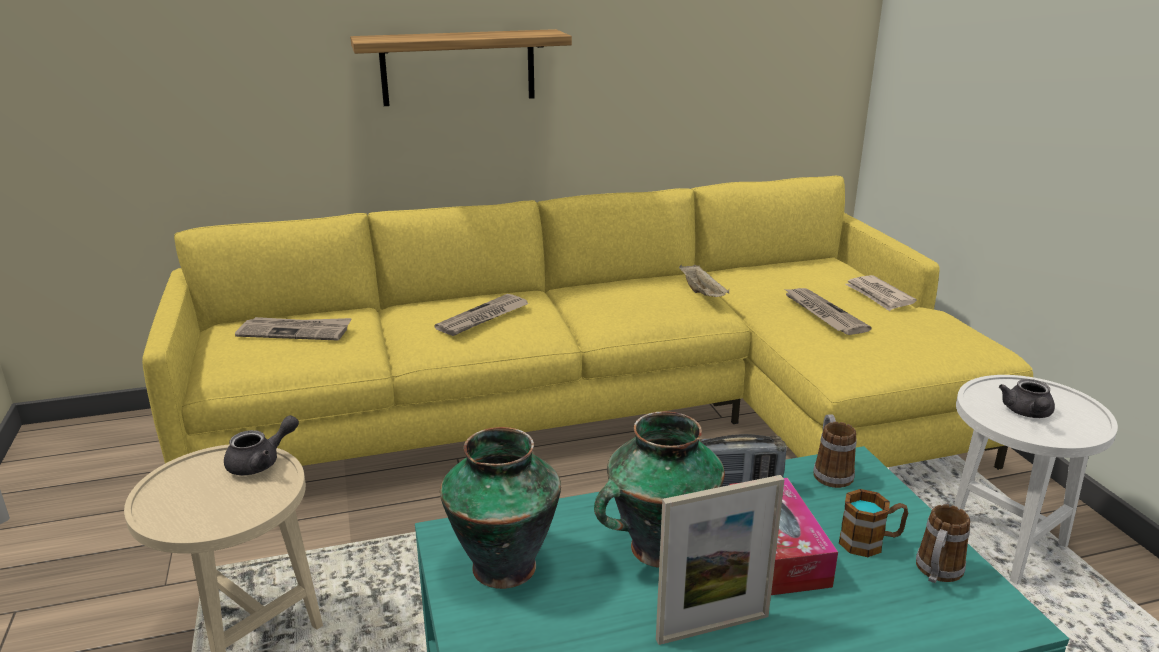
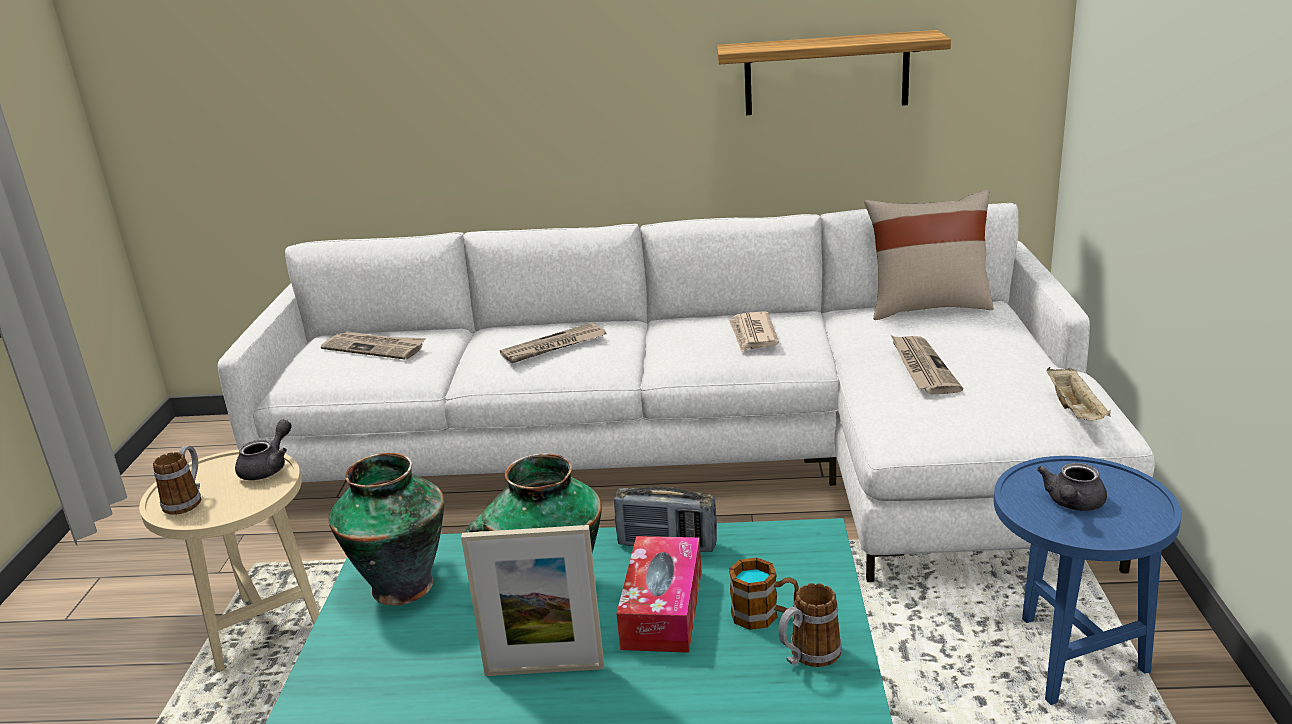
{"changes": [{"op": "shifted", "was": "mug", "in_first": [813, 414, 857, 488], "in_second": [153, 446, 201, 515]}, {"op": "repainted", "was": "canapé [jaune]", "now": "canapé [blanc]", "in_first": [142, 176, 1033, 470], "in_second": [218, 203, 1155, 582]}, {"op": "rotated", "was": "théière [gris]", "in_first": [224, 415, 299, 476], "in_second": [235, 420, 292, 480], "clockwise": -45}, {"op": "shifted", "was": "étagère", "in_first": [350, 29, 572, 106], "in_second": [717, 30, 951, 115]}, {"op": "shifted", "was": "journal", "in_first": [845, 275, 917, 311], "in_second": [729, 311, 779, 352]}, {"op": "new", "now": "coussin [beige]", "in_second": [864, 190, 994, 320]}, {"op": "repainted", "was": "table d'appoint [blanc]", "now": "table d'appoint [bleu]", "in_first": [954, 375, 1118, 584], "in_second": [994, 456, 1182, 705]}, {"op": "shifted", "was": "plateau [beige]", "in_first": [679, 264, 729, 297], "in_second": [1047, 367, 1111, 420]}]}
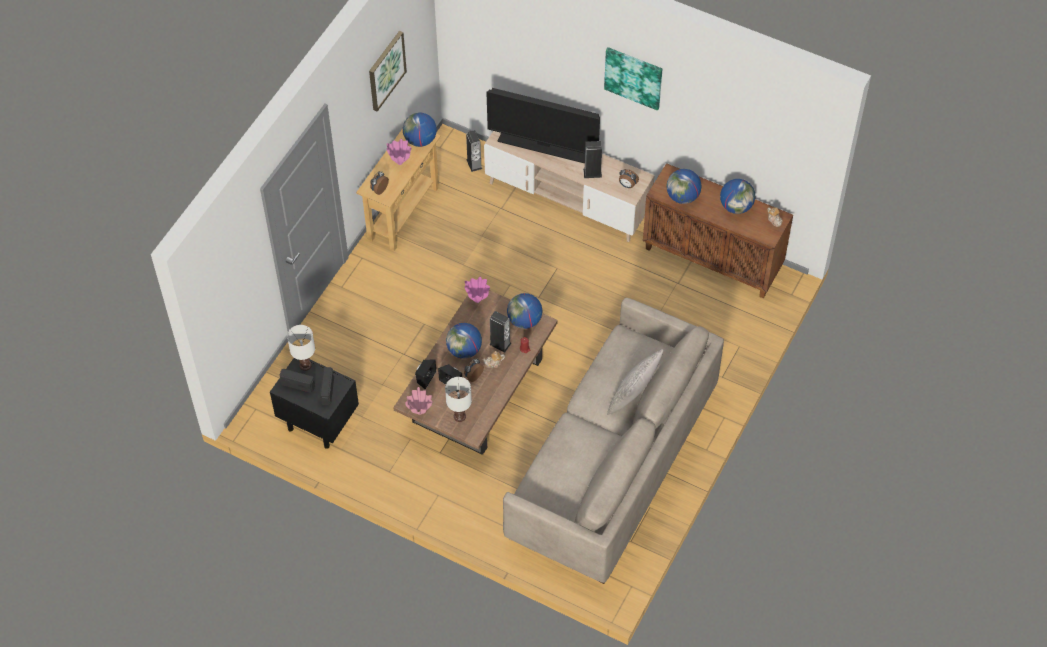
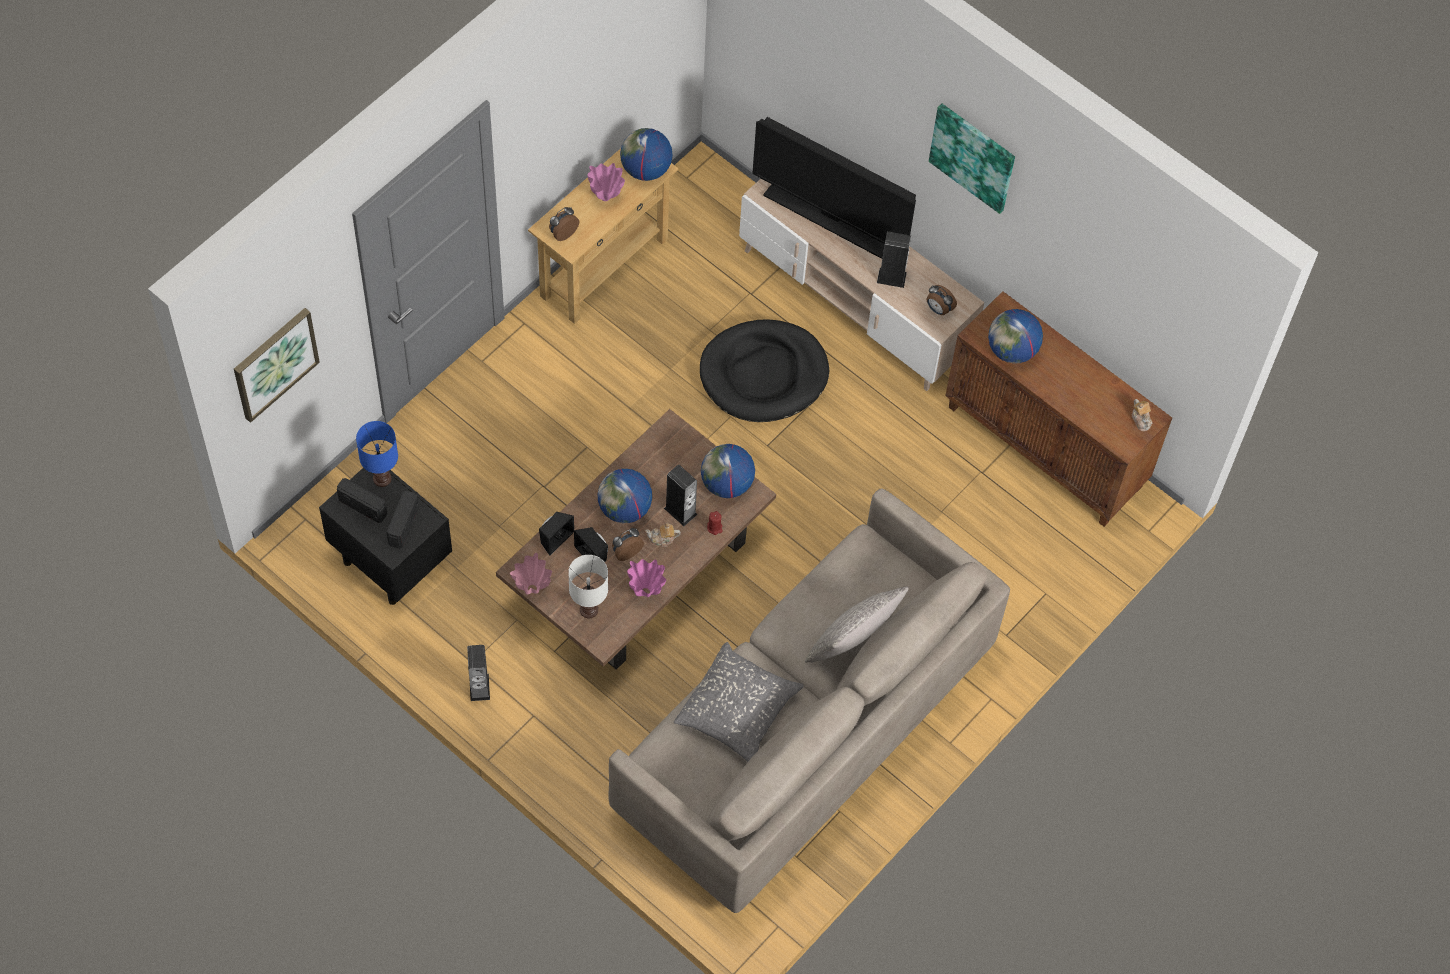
{"changes": [{"op": "shifted", "was": "tableau", "in_first": [369, 31, 407, 112], "in_second": [234, 308, 320, 423]}, {"op": "repainted", "was": "lampe de table [blanc]", "now": "lampe de table [bleu]", "in_first": [287, 325, 315, 371], "in_second": [356, 421, 398, 487]}, {"op": "shifted", "was": "enceinte", "in_first": [466, 130, 482, 172], "in_second": [467, 645, 490, 701]}, {"op": "shifted", "was": "vase [rose]", "in_first": [465, 277, 490, 303], "in_second": [627, 559, 666, 597]}, {"op": "new", "now": "coussin [gris]", "in_second": [674, 642, 804, 762]}, {"op": "new", "now": "panier pour chien [noir]", "in_second": [700, 319, 829, 422]}, {"op": "gone", "was": "globe", "in_first": [720, 179, 755, 214]}]}
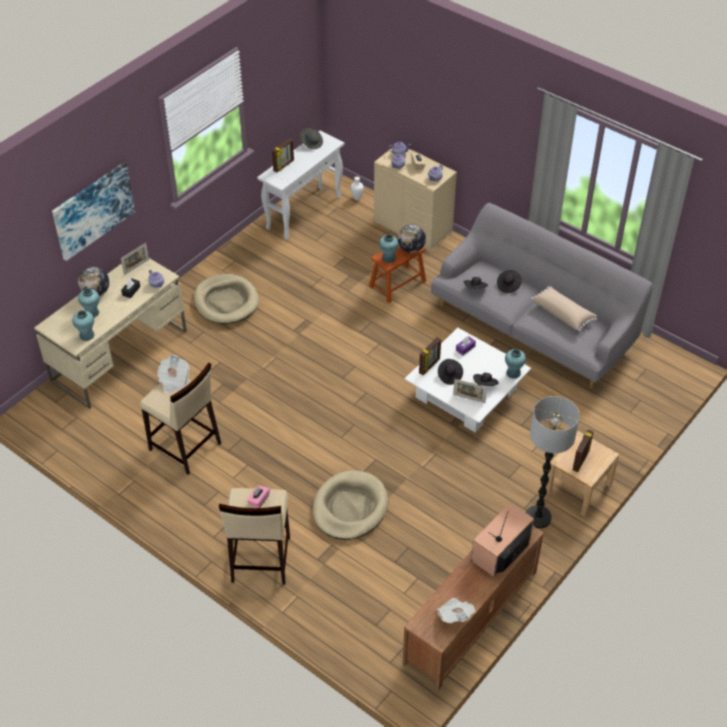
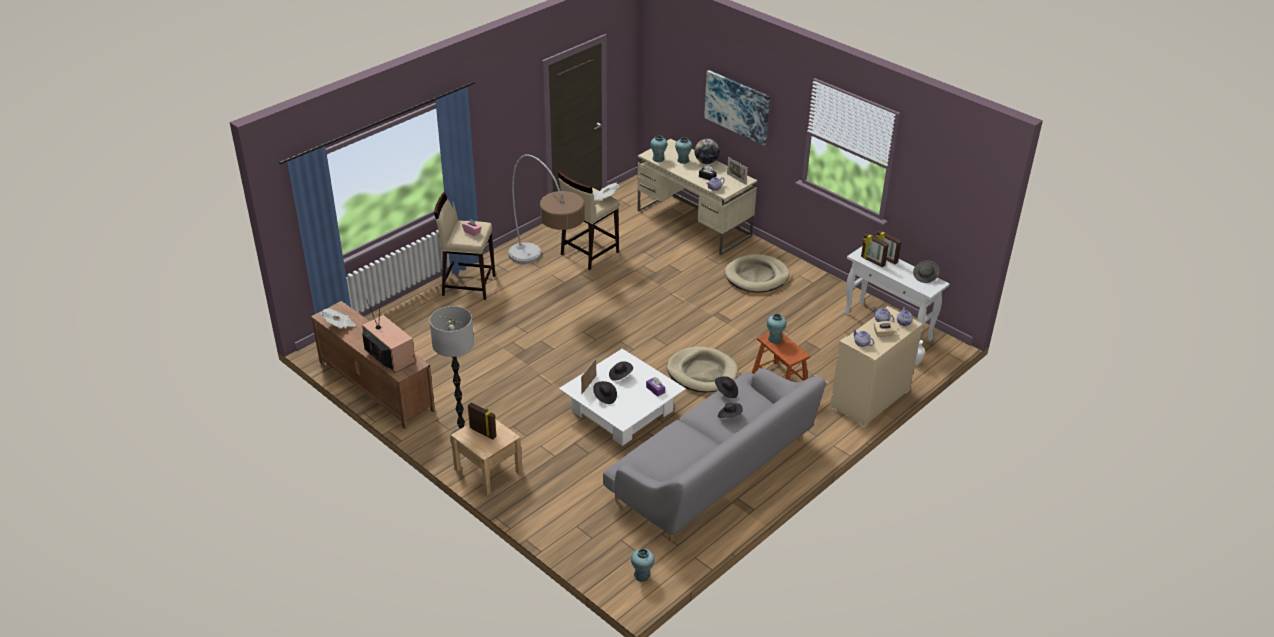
{"changes": [{"op": "new", "now": "lampadaire", "in_second": [508, 154, 585, 264]}, {"op": "shifted", "was": "vase [turquoise]", "in_first": [505, 349, 526, 379], "in_second": [631, 548, 655, 582]}, {"op": "shifted", "was": "panier pour chien [beige]", "in_first": [313, 471, 388, 540], "in_second": [667, 347, 738, 393]}, {"op": "shifted", "was": "cadre photo", "in_first": [419, 337, 441, 375], "in_second": [861, 233, 889, 267]}, {"op": "gone", "was": "globe", "in_first": [397, 224, 426, 253]}, {"op": "gone", "was": "coussin [beige]", "in_first": [531, 286, 597, 332]}]}
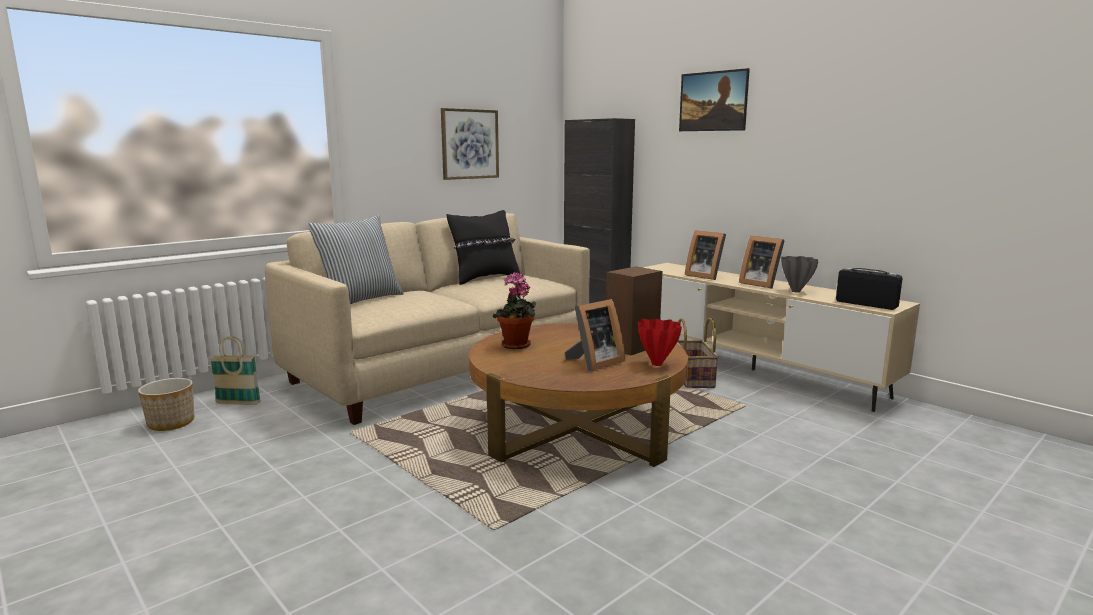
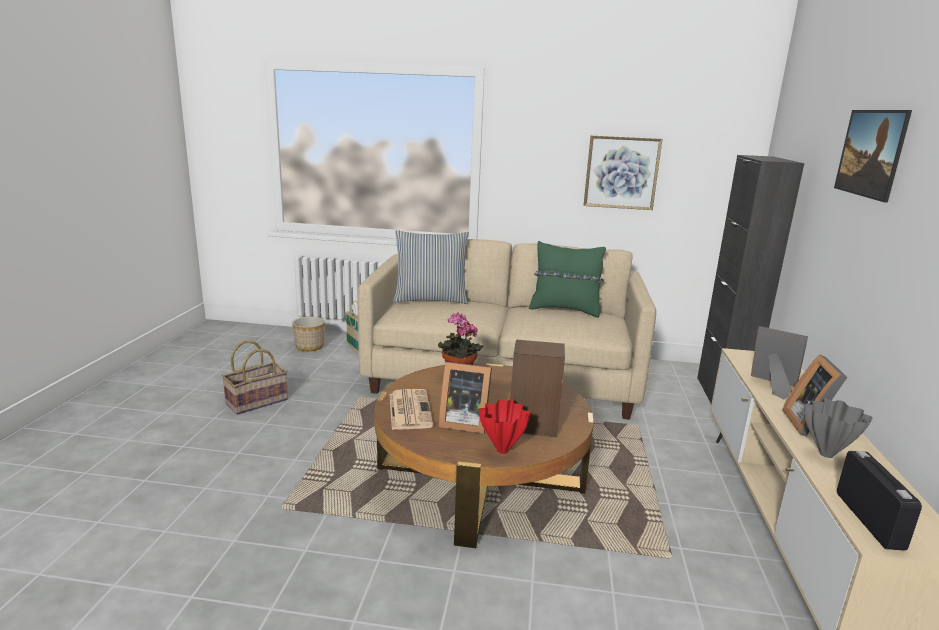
{"changes": [{"op": "shifted", "was": "panier", "in_first": [677, 318, 719, 388], "in_second": [222, 340, 288, 415]}, {"op": "new", "now": "journal", "in_second": [389, 389, 433, 430]}, {"op": "repainted", "was": "coussin [noir]", "now": "coussin [vert]", "in_first": [446, 210, 520, 285], "in_second": [529, 241, 606, 317]}, {"op": "rotated", "was": "cadre photo", "in_first": [685, 231, 726, 280], "in_second": [751, 326, 808, 400], "clockwise": 120}]}
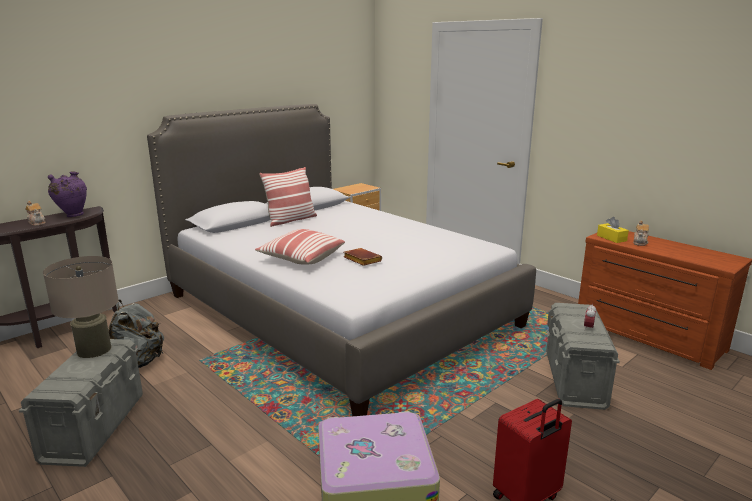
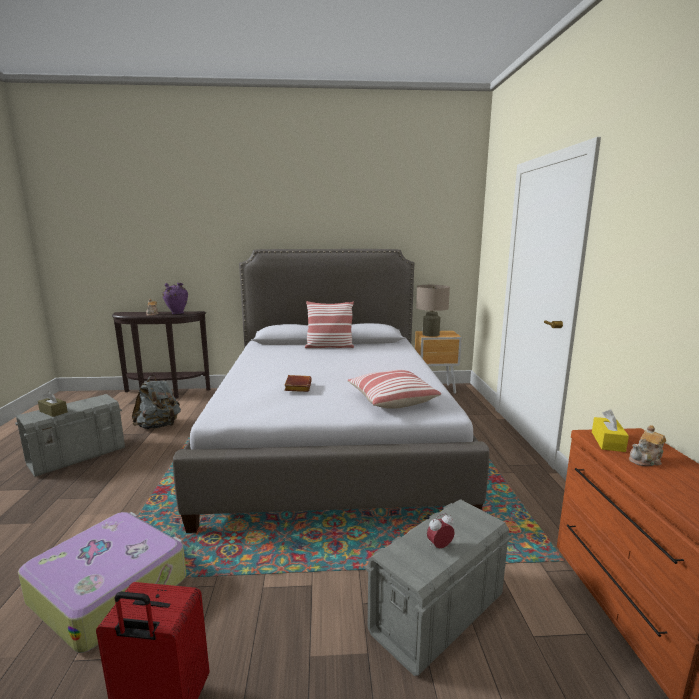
{"changes": [{"op": "new", "now": "boîte à mouchoirs [marron]", "in_second": [38, 391, 68, 417]}, {"op": "shifted", "was": "coussin", "in_first": [255, 229, 345, 265], "in_second": [347, 370, 441, 409]}, {"op": "shifted", "was": "lampe de table [beige]", "in_first": [43, 256, 119, 358], "in_second": [416, 285, 450, 337]}]}
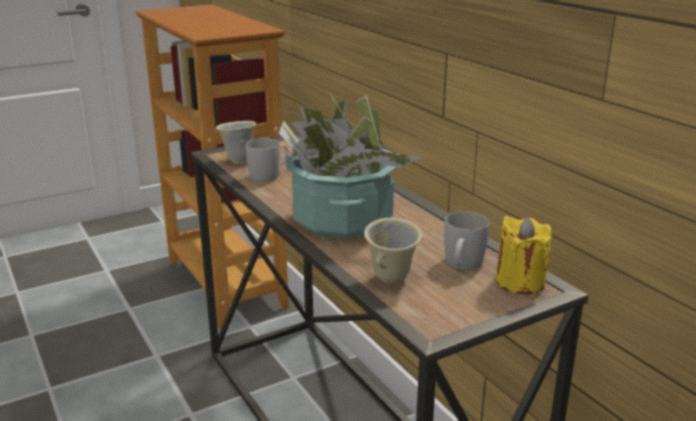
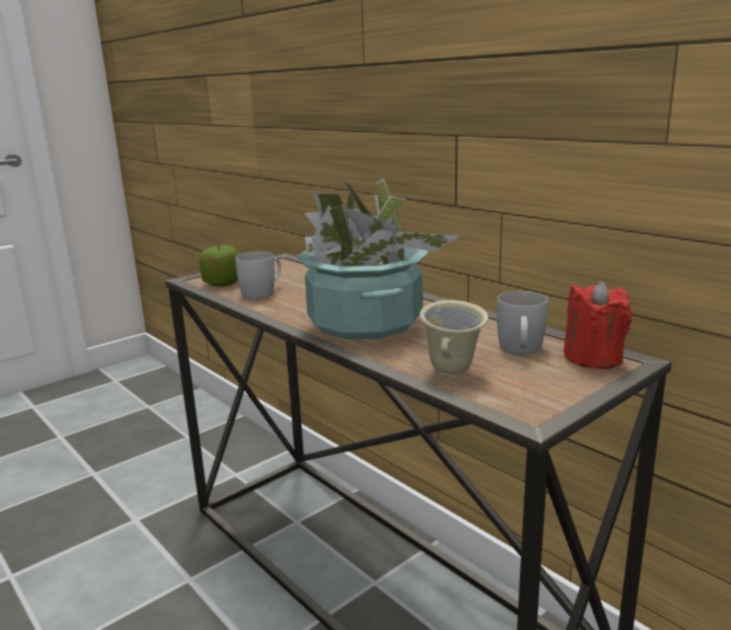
{"changes": [{"op": "swapped", "was": "mug [beige]", "now": "pomme", "in_first": [216, 121, 257, 163], "in_second": [199, 245, 239, 287]}, {"op": "repainted", "was": "bougie [jaune]", "now": "bougie [rouge]", "in_first": [495, 216, 552, 294], "in_second": [564, 281, 632, 369]}, {"op": "gone", "was": "bibliothèque", "in_first": [135, 5, 289, 329]}]}
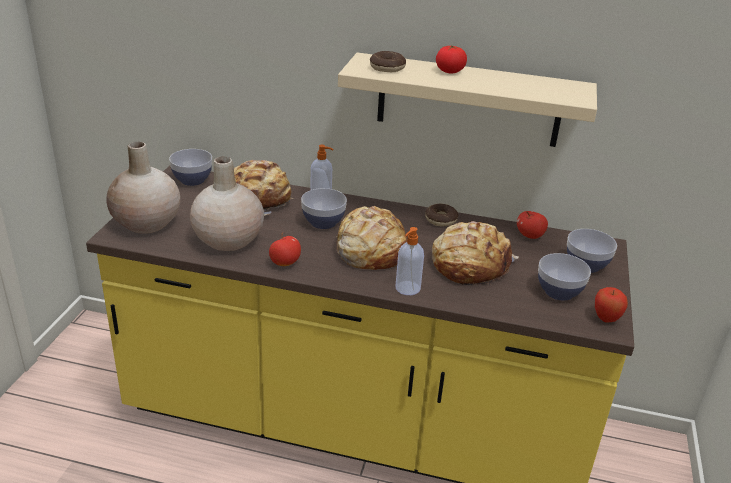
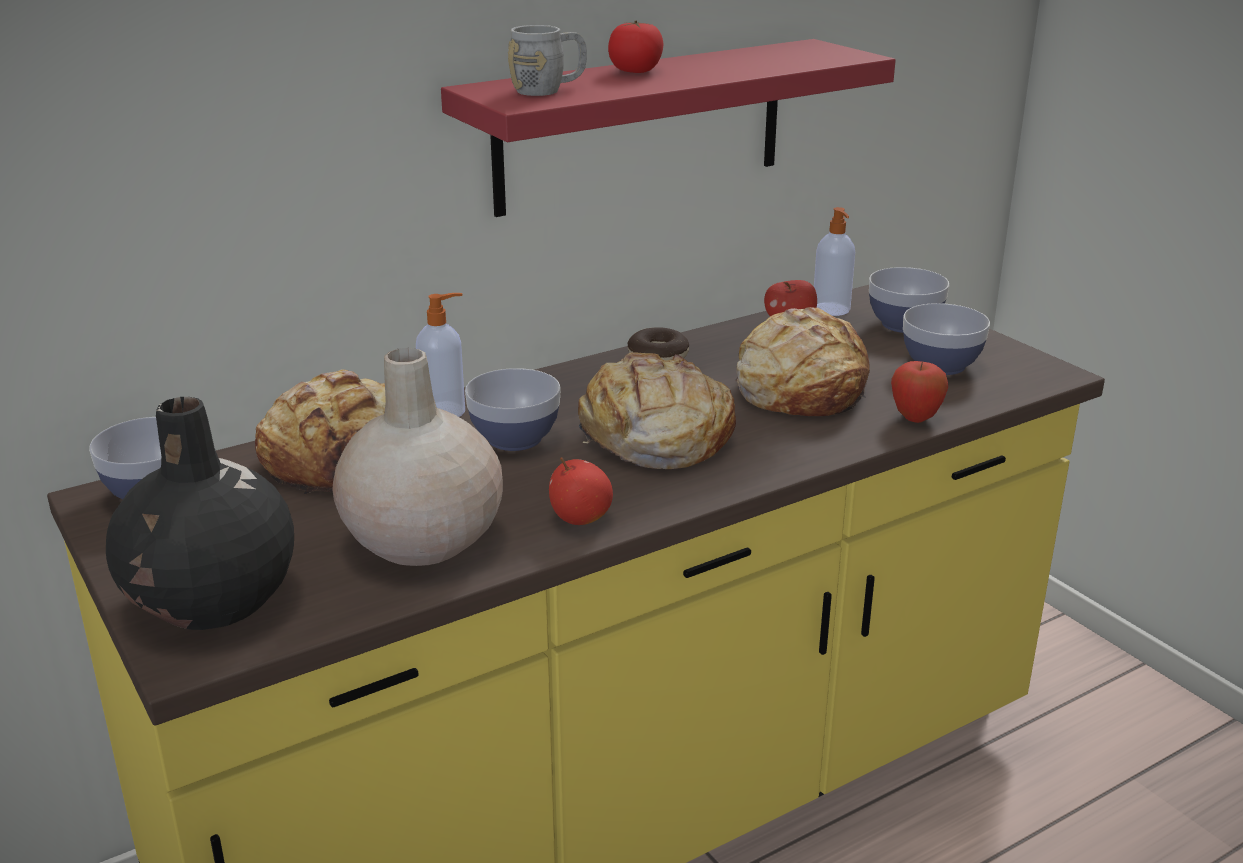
{"changes": [{"op": "repainted", "was": "vase [beige]", "now": "vase [noir]", "in_first": [106, 142, 180, 234], "in_second": [106, 397, 294, 630]}, {"op": "repainted", "was": "étagère [beige]", "now": "étagère [rouge]", "in_first": [338, 52, 597, 147], "in_second": [441, 39, 896, 217]}, {"op": "swapped", "was": "beignet", "now": "mug [gris]", "in_first": [370, 51, 406, 72], "in_second": [508, 25, 587, 96]}, {"op": "shifted", "was": "distributeur de savon", "in_first": [396, 227, 424, 295], "in_second": [814, 207, 855, 316]}, {"op": "shifted", "was": "pomme", "in_first": [595, 287, 628, 323], "in_second": [891, 361, 948, 423]}]}
